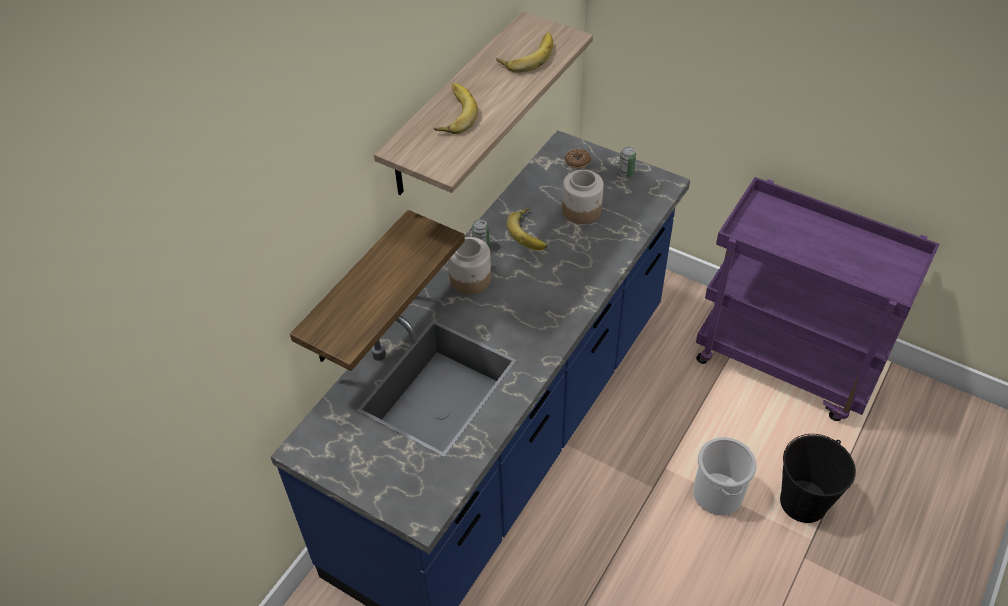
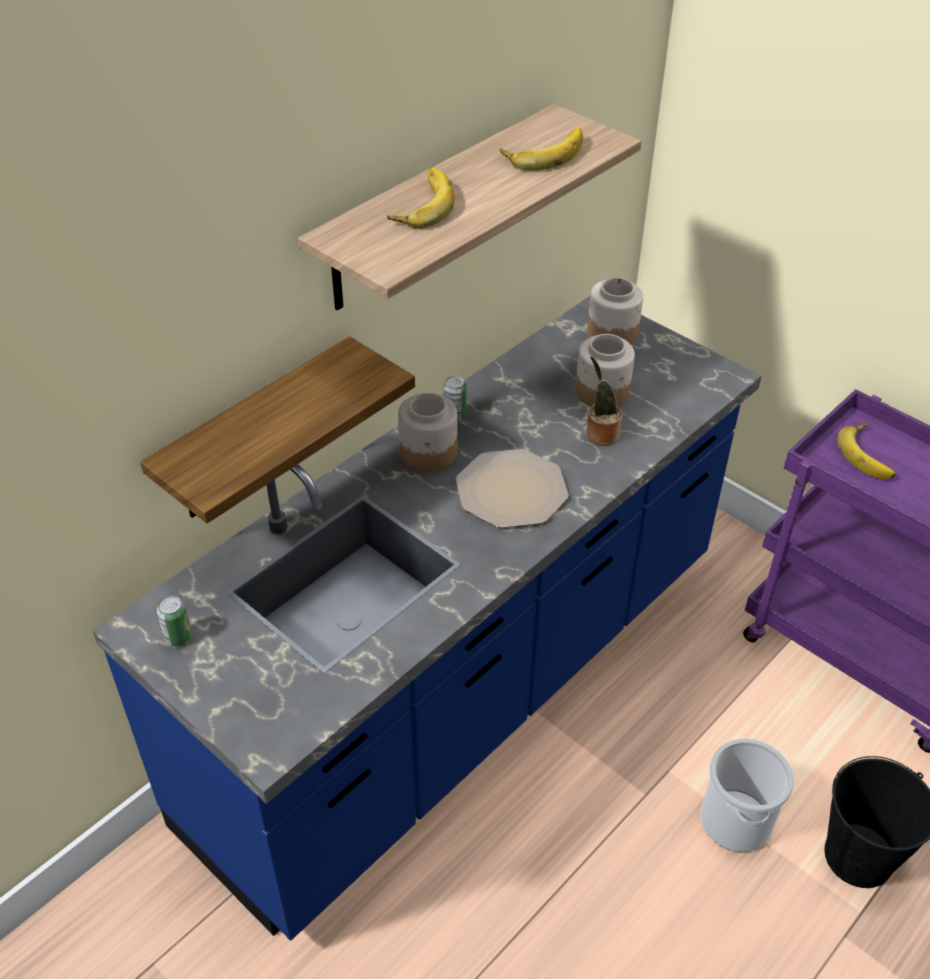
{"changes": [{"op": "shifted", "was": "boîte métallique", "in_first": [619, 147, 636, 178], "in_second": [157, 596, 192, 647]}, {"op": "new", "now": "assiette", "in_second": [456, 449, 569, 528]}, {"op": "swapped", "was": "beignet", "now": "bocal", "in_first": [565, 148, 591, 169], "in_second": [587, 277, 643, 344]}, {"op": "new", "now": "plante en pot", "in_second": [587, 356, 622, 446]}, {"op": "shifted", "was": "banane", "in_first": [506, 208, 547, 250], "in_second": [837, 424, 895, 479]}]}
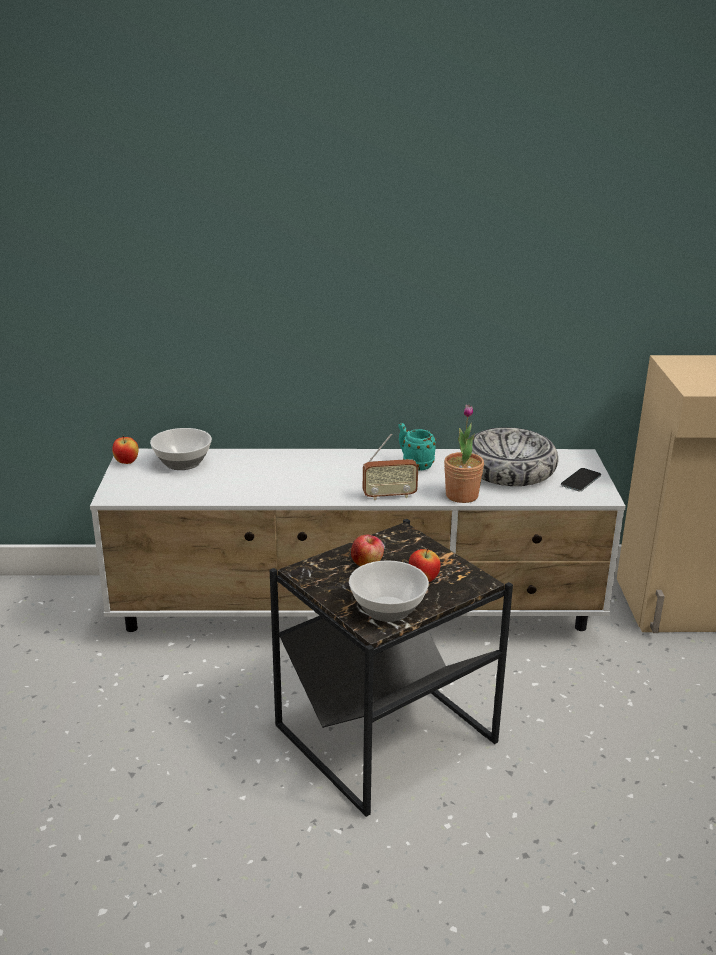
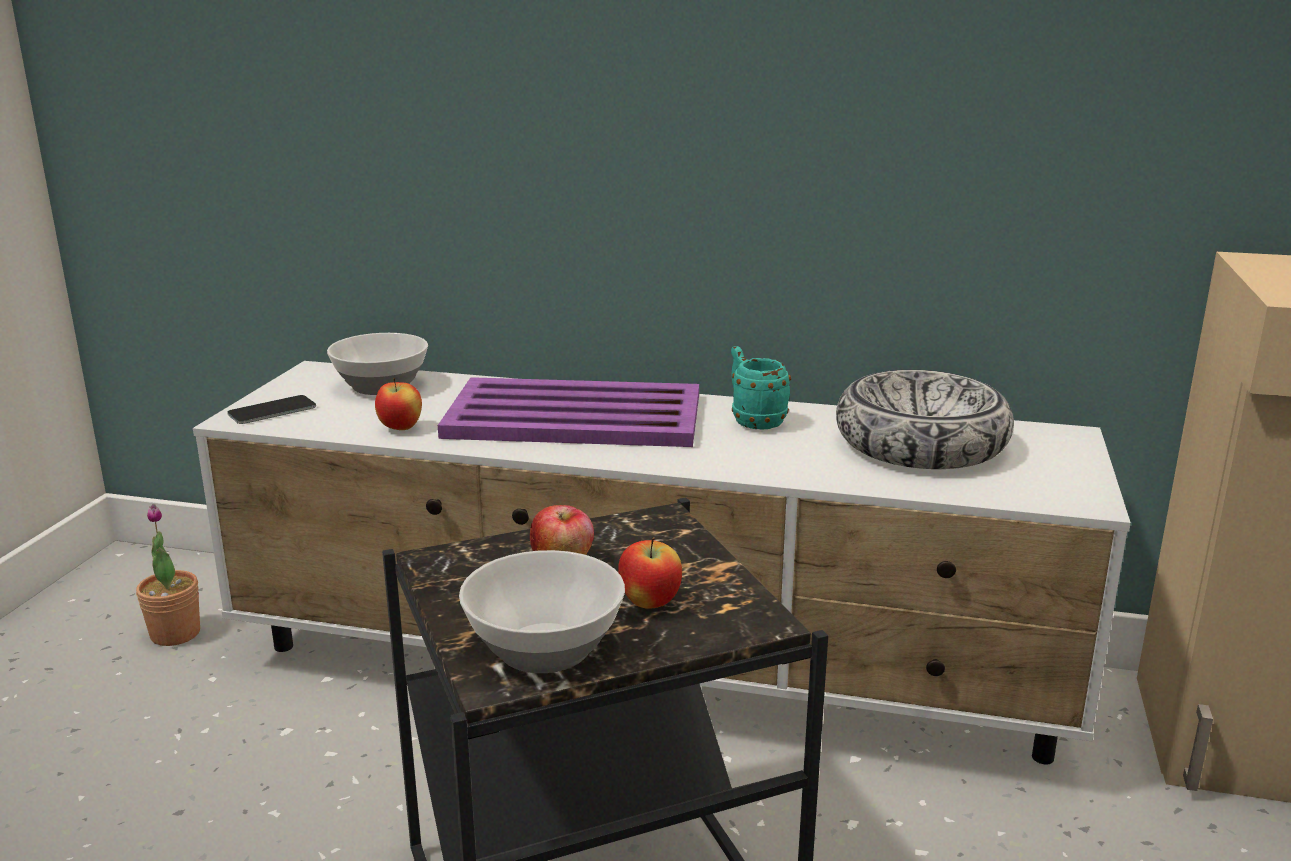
{"changes": [{"op": "shifted", "was": "plante en pot", "in_first": [444, 404, 484, 503], "in_second": [136, 504, 200, 646]}, {"op": "shifted", "was": "téléphone", "in_first": [561, 468, 601, 491], "in_second": [227, 395, 316, 424]}, {"op": "shifted", "was": "pomme", "in_first": [112, 436, 138, 464], "in_second": [375, 378, 422, 430]}, {"op": "new", "now": "plateau [violet]", "in_second": [438, 377, 699, 447]}, {"op": "gone", "was": "radio", "in_first": [363, 434, 418, 500]}]}
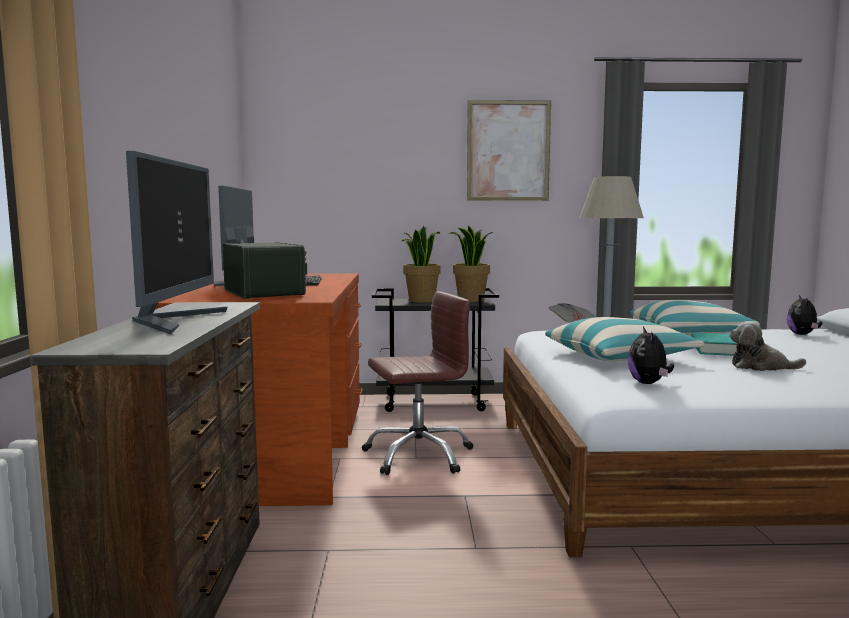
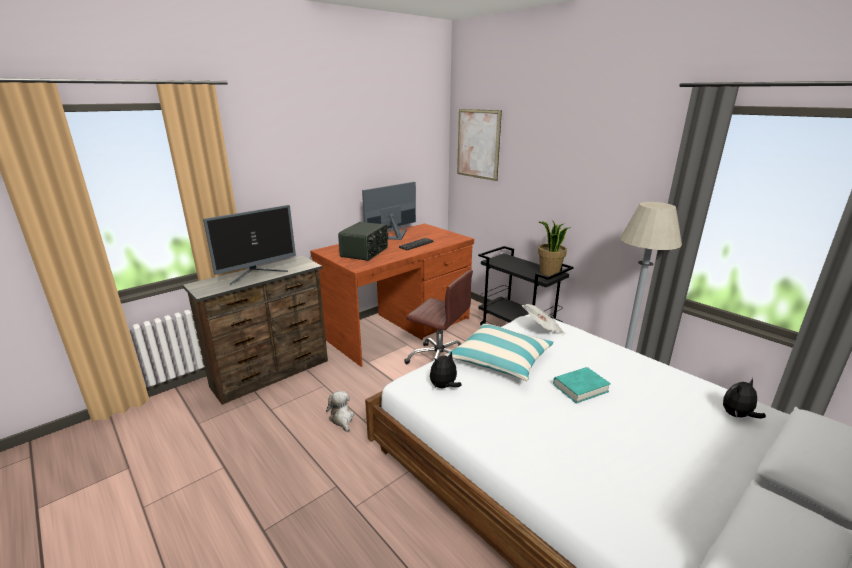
{"changes": [{"op": "shifted", "was": "peluche", "in_first": [730, 321, 806, 371], "in_second": [326, 391, 354, 432]}, {"op": "shifted", "was": "tableau", "in_first": [467, 100, 551, 201], "in_second": [457, 109, 502, 181]}, {"op": "gone", "was": "plante en pot", "in_first": [402, 226, 441, 303]}, {"op": "gone", "was": "coussin", "in_first": [630, 300, 760, 335]}]}
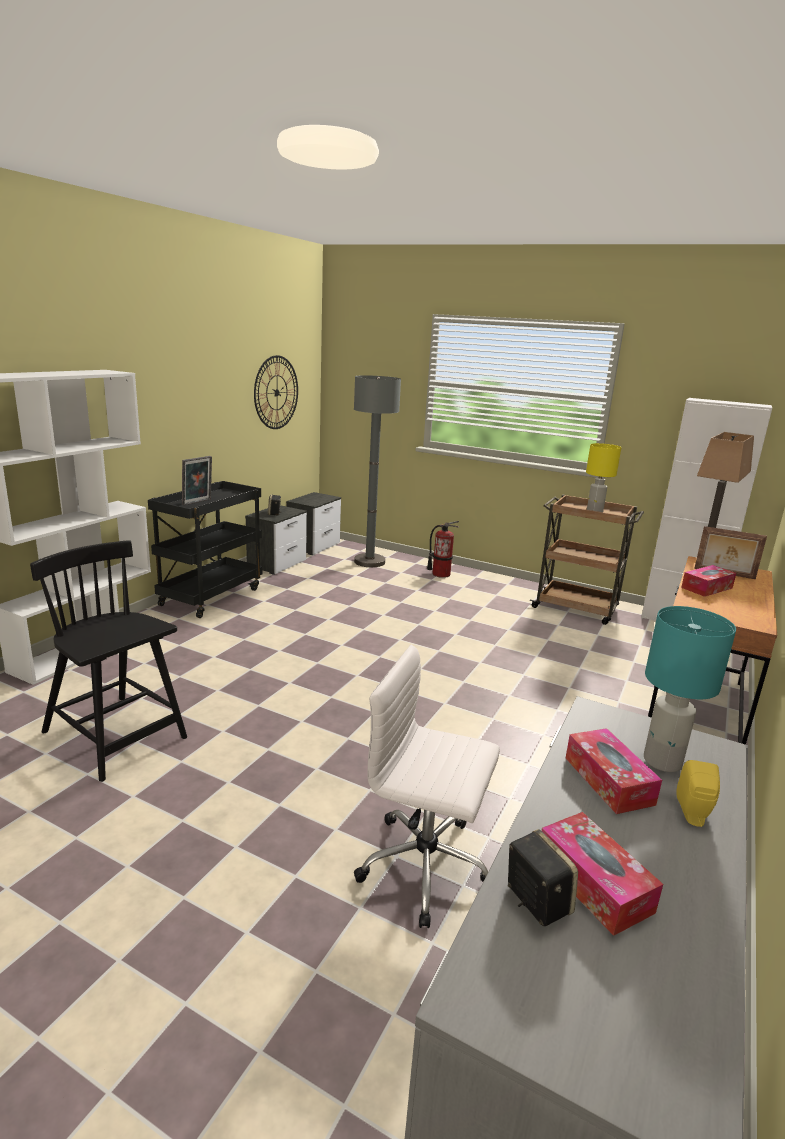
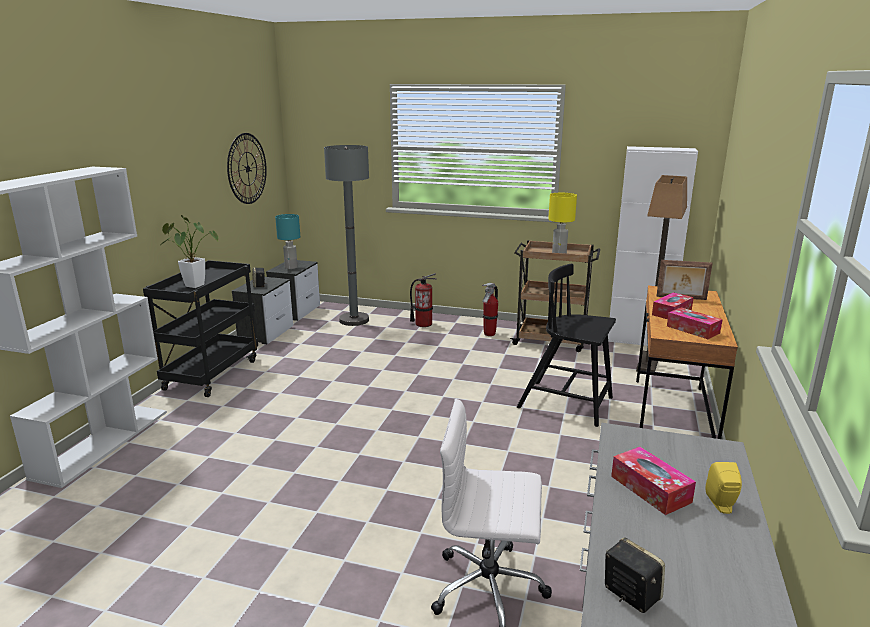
{"changes": [{"op": "swapped", "was": "cadre photo", "now": "plante en pot", "in_first": [182, 456, 212, 505], "in_second": [161, 215, 218, 288]}, {"op": "shifted", "was": "lampe de table [turquoise]", "in_first": [644, 606, 736, 772], "in_second": [275, 214, 300, 269]}, {"op": "new", "now": "extincteur", "in_second": [482, 283, 498, 336]}, {"op": "shifted", "was": "chaise [noir]", "in_first": [30, 540, 187, 782], "in_second": [517, 264, 616, 427]}, {"op": "shifted", "was": "boîte à mouchoirs", "in_first": [541, 812, 663, 936], "in_second": [667, 307, 723, 339]}]}
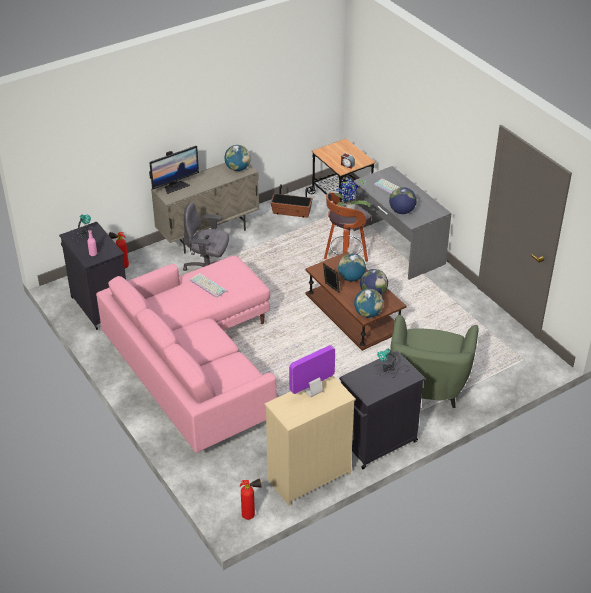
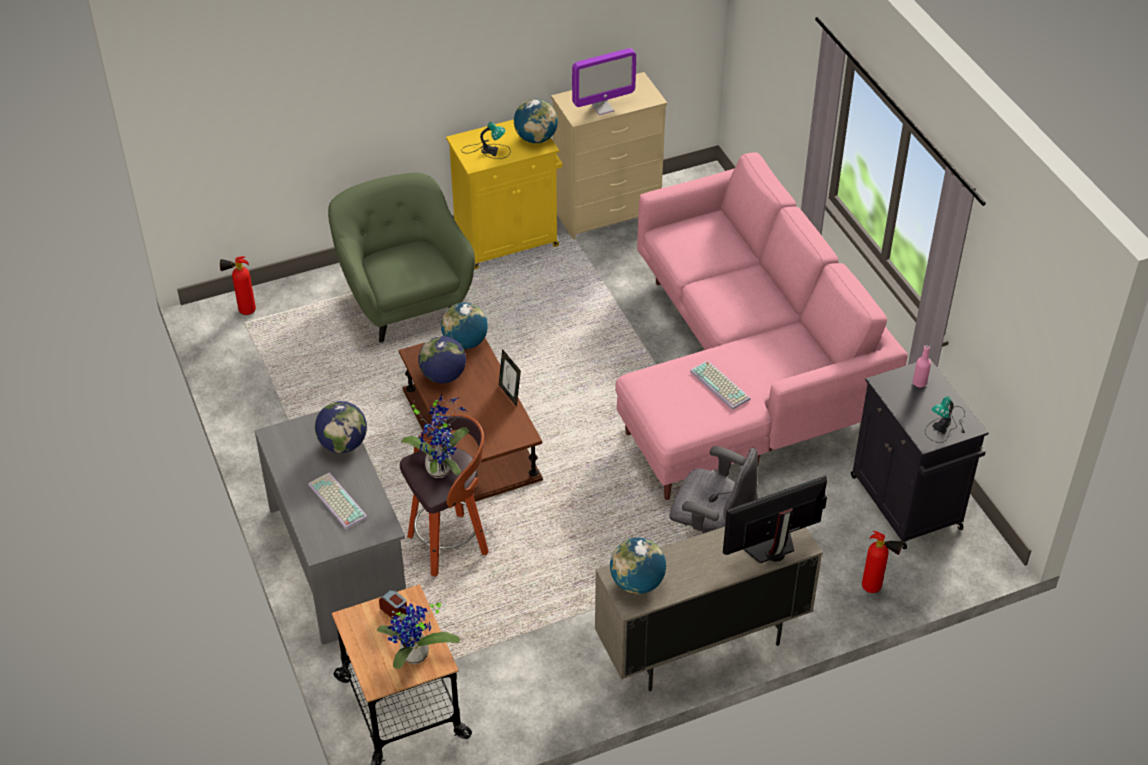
{"changes": [{"op": "shifted", "was": "extincteur", "in_first": [240, 478, 261, 520], "in_second": [220, 256, 256, 315]}, {"op": "rotated", "was": "fauteuil [vert]", "in_first": [390, 315, 478, 408], "in_second": [328, 173, 475, 343], "clockwise": -45}, {"op": "new", "now": "plante en pot", "in_second": [377, 603, 460, 669]}, {"op": "repainted", "was": "meuble de rangement [noir]", "now": "meuble de rangement [jaune]", "in_first": [339, 351, 425, 469], "in_second": [446, 120, 563, 270]}, {"op": "shifted", "was": "globe", "in_first": [338, 254, 366, 281], "in_second": [514, 99, 558, 143]}, {"op": "gone", "was": "cache-pot", "in_first": [271, 184, 313, 218]}]}
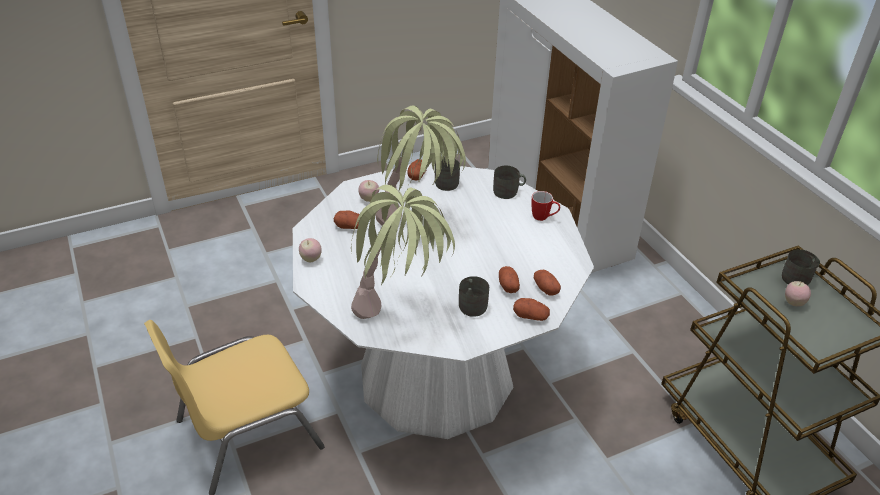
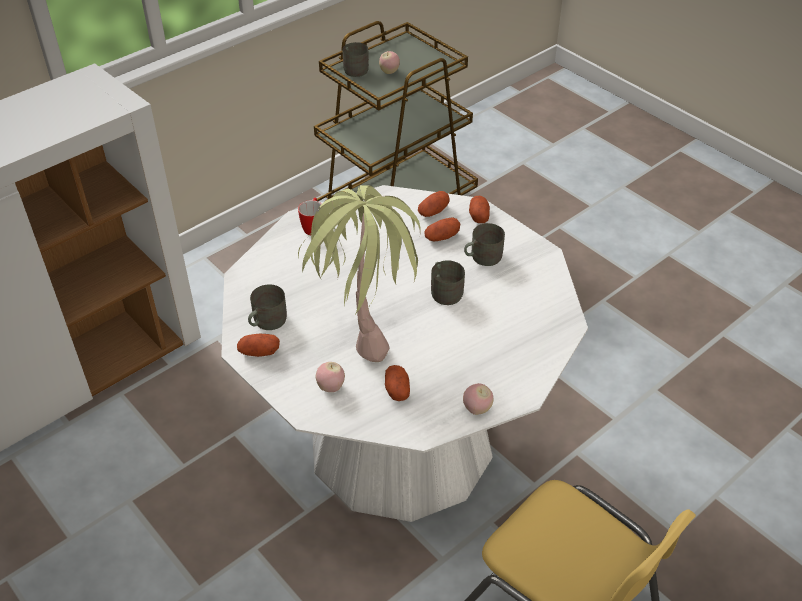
{"changes": [{"op": "shifted", "was": "mug [gris]", "in_first": [493, 166, 526, 199], "in_second": [431, 260, 465, 305]}, {"op": "gone", "was": "plante en pot", "in_first": [351, 185, 455, 319]}]}
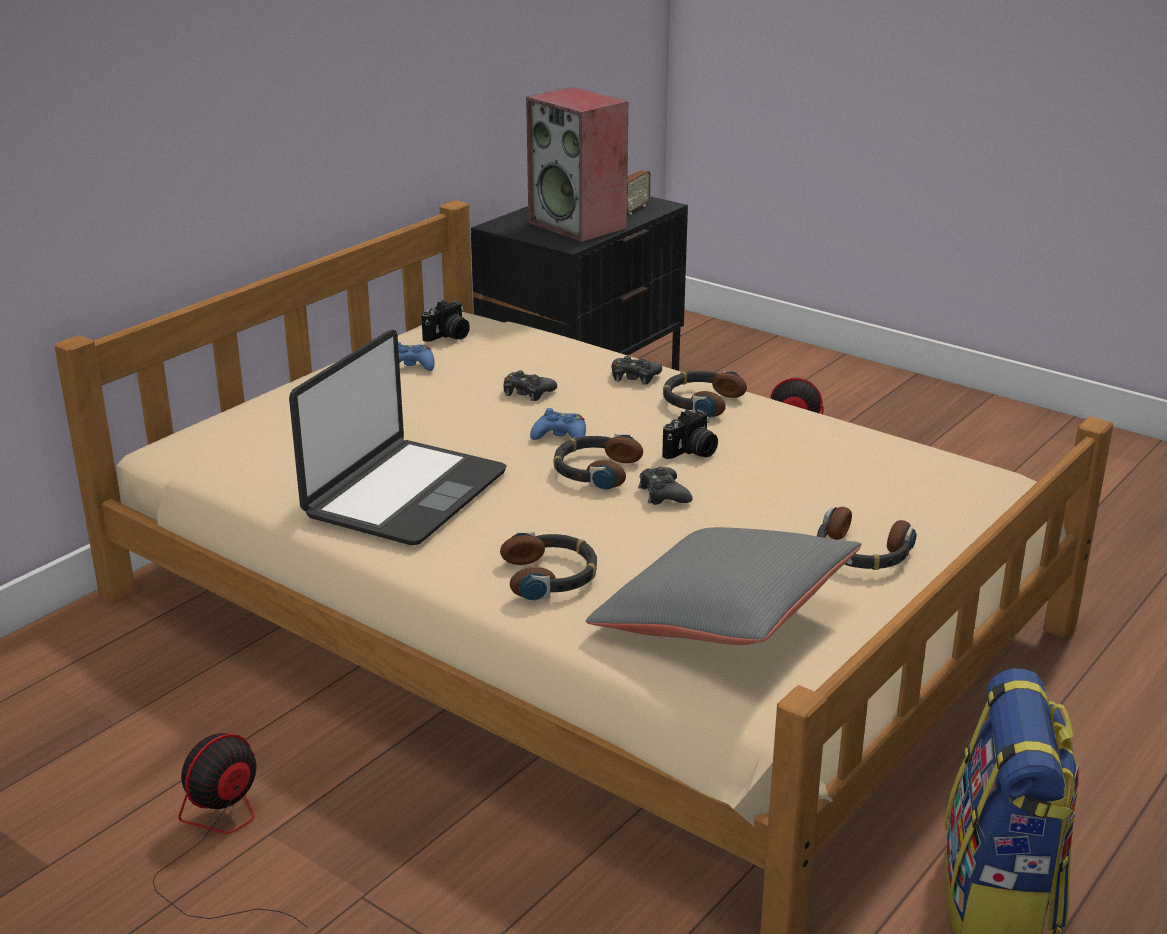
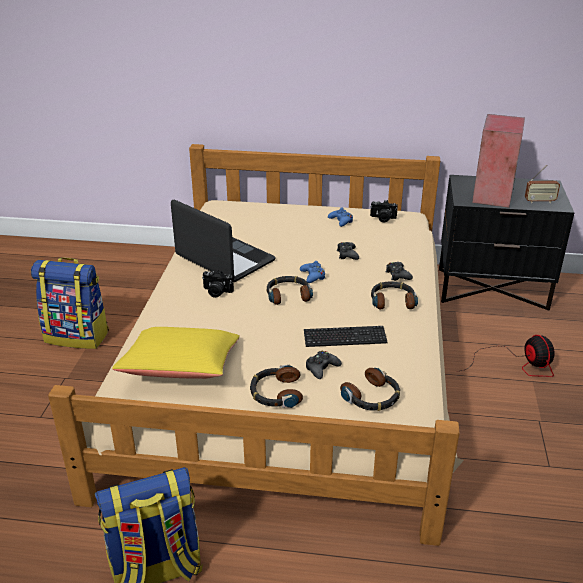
{"changes": [{"op": "swapped", "was": "ventilateur", "now": "sac à dos", "in_first": [153, 733, 307, 927], "in_second": [31, 258, 109, 349]}, {"op": "repainted", "was": "coussin [gris]", "now": "coussin [jaune]", "in_first": [586, 527, 862, 645], "in_second": [112, 327, 240, 379]}, {"op": "rotated", "was": "ordinateur portable", "in_first": [289, 330, 507, 545], "in_second": [171, 199, 276, 282], "clockwise": -135}, {"op": "shifted", "was": "appareil photo", "in_first": [662, 410, 718, 459], "in_second": [202, 270, 234, 298]}, {"op": "new", "now": "clavier", "in_second": [304, 326, 388, 347]}, {"op": "shifted", "was": "manette [noir]", "in_first": [638, 467, 693, 505], "in_second": [306, 351, 342, 379]}, {"op": "shifted", "was": "casque audio", "in_first": [500, 532, 597, 601], "in_second": [340, 367, 400, 411]}]}
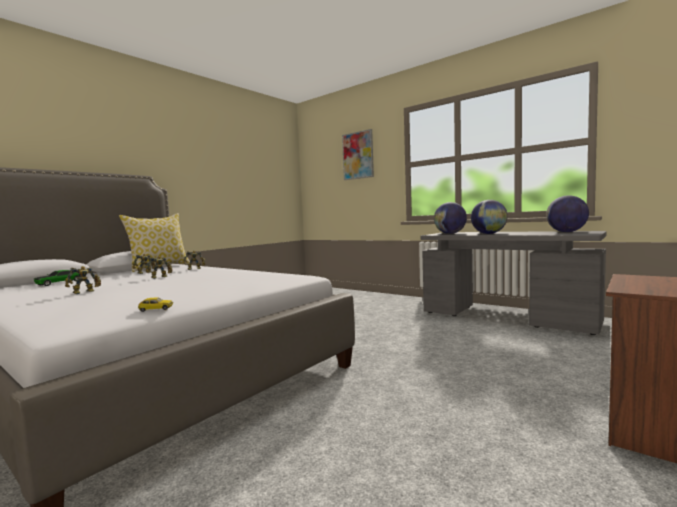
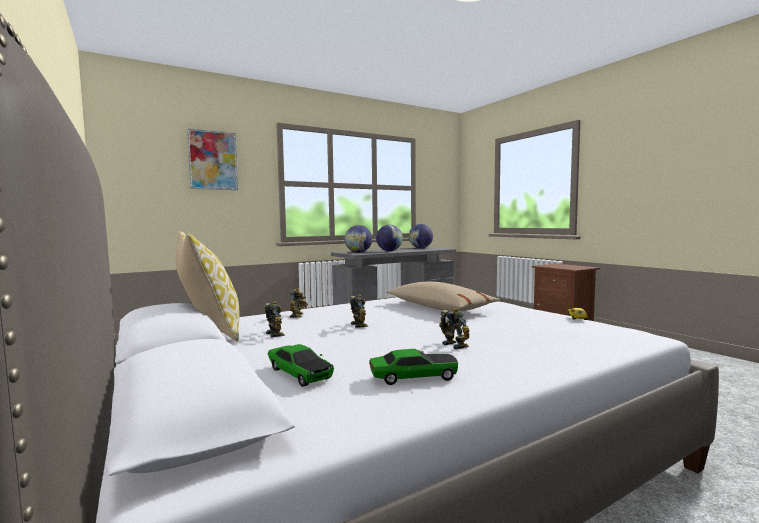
{"changes": [{"op": "new", "now": "petite voiture", "in_second": [369, 349, 458, 385]}, {"op": "new", "now": "coussin [beige]", "in_second": [386, 282, 500, 312]}]}
